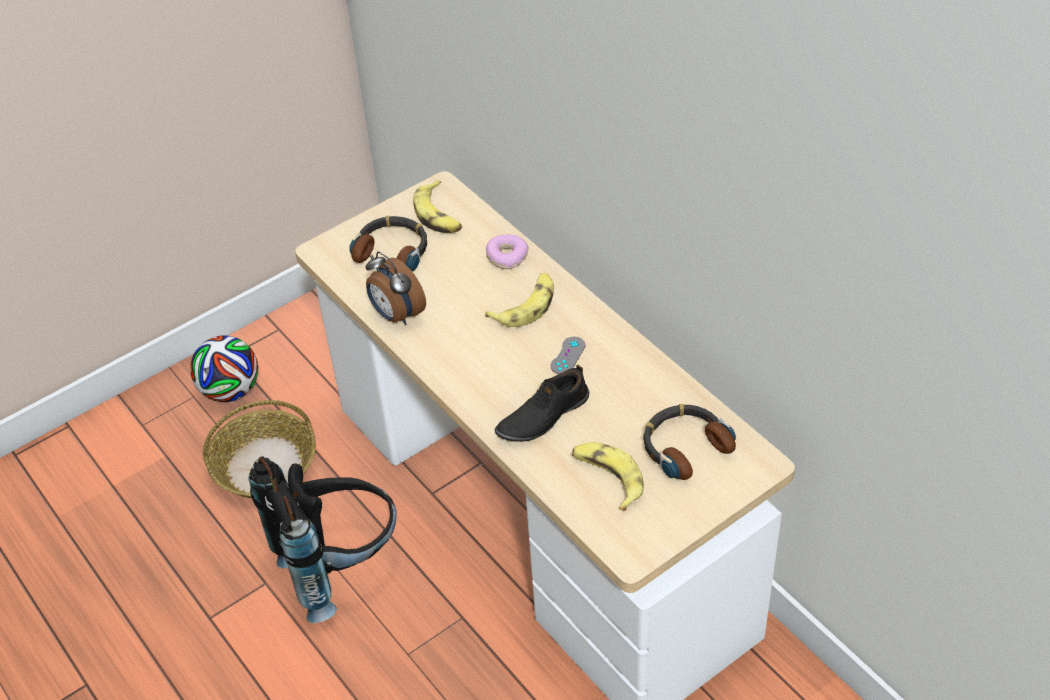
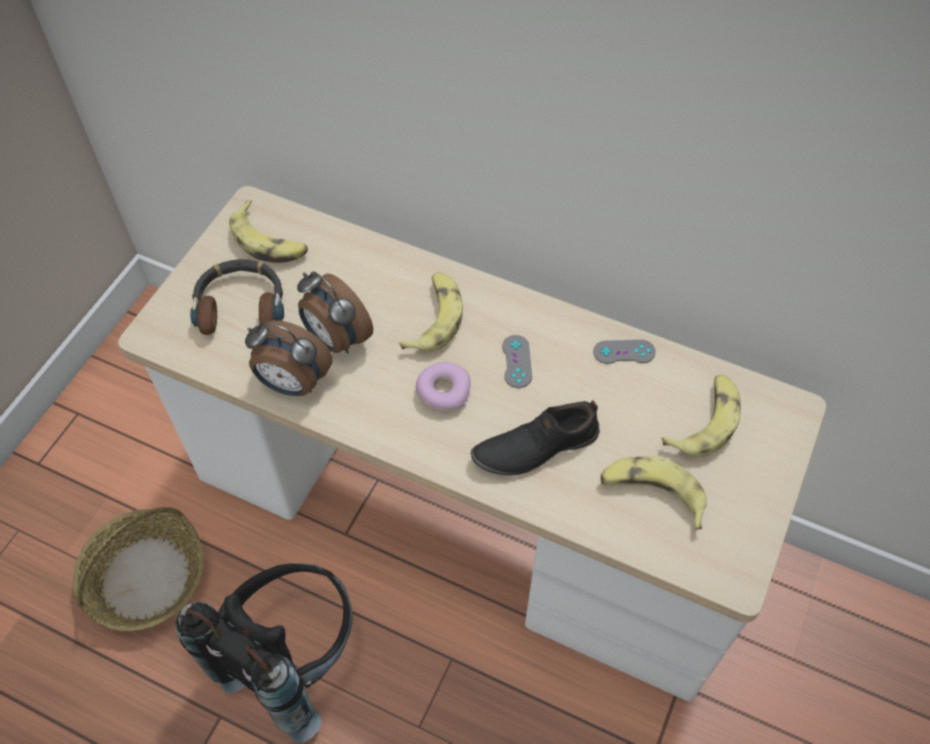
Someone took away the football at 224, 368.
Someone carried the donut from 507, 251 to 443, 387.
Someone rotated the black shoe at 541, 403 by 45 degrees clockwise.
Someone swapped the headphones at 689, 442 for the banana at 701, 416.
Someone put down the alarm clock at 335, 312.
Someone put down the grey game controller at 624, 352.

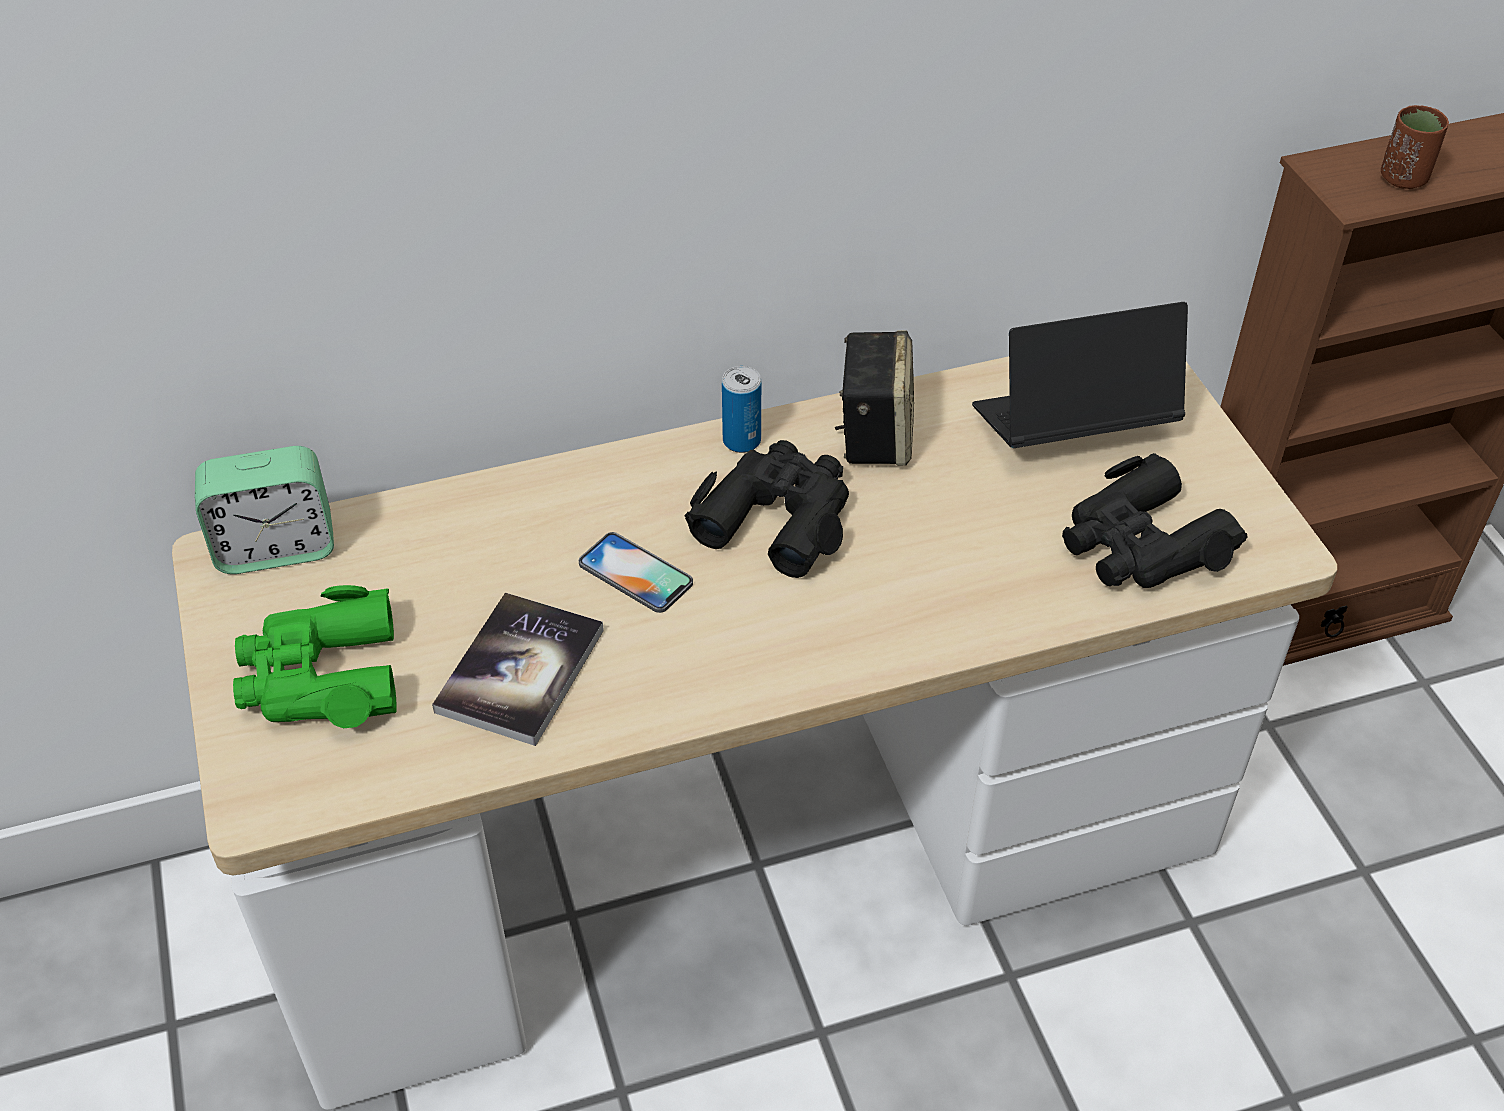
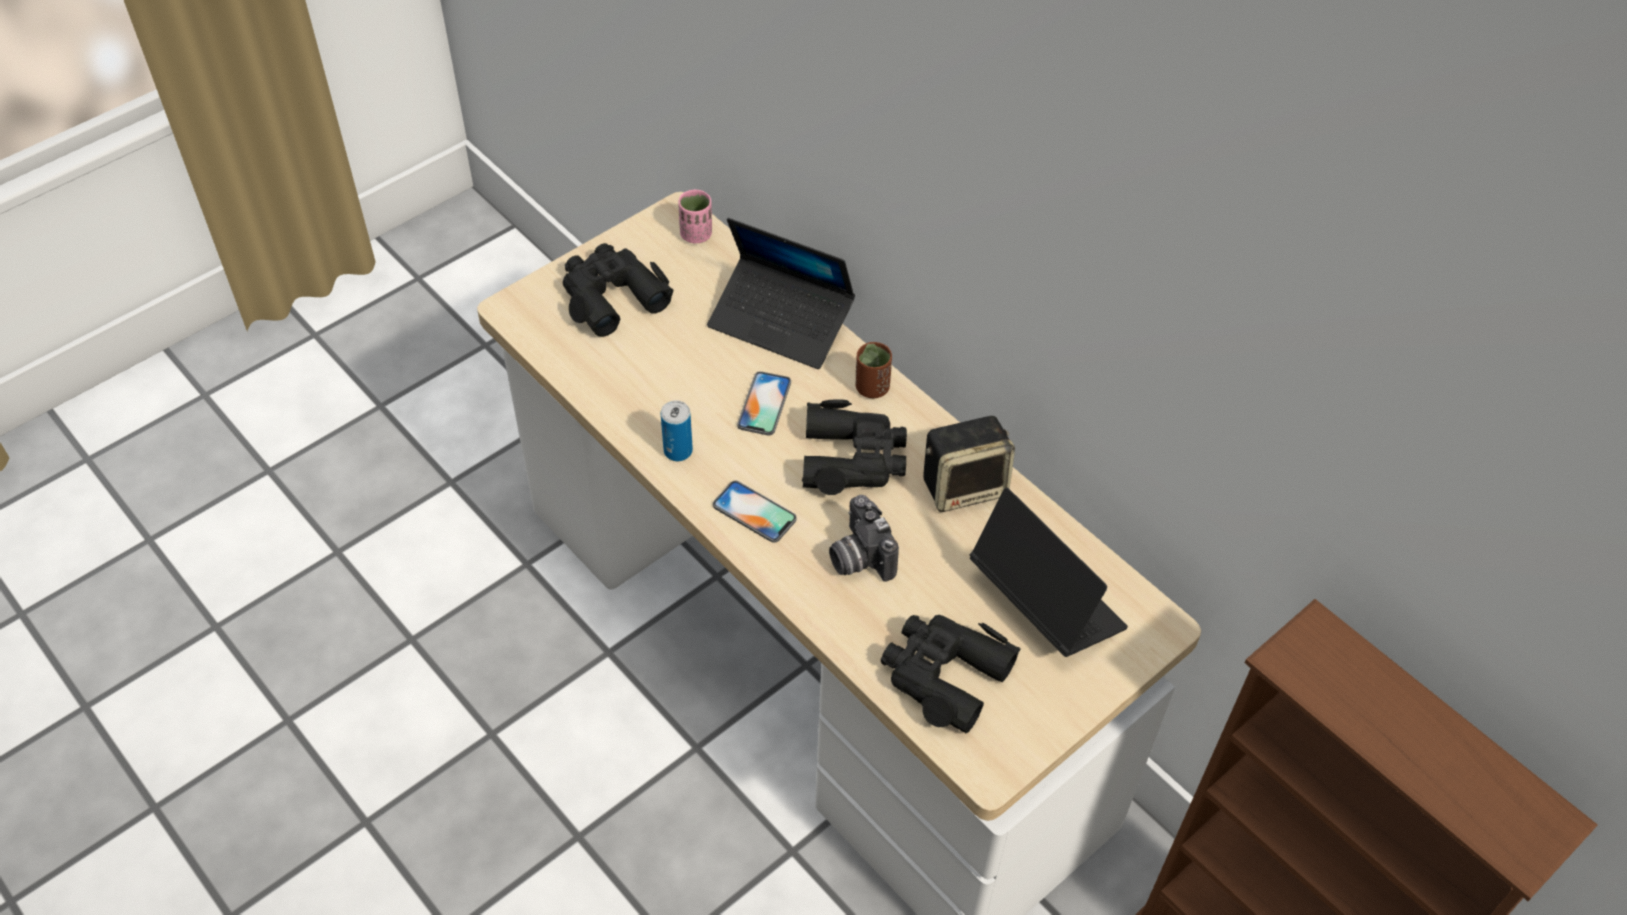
Someone swapped the alarm clock at 264, 510 for the pink cup at 695, 216.
Someone repainted the green binoculars at 315, 656, which became the black binoculars at 618, 290.
Someone took away the book at 518, 669.
Someone carried the can from 741, 409 to 677, 430.
Someone carried the brown cup from 1415, 147 to 874, 370.
Someone put down the laptop at 781, 293.
Someone put down the phone at 755, 511.
Someone put down the photo camera at 864, 538.

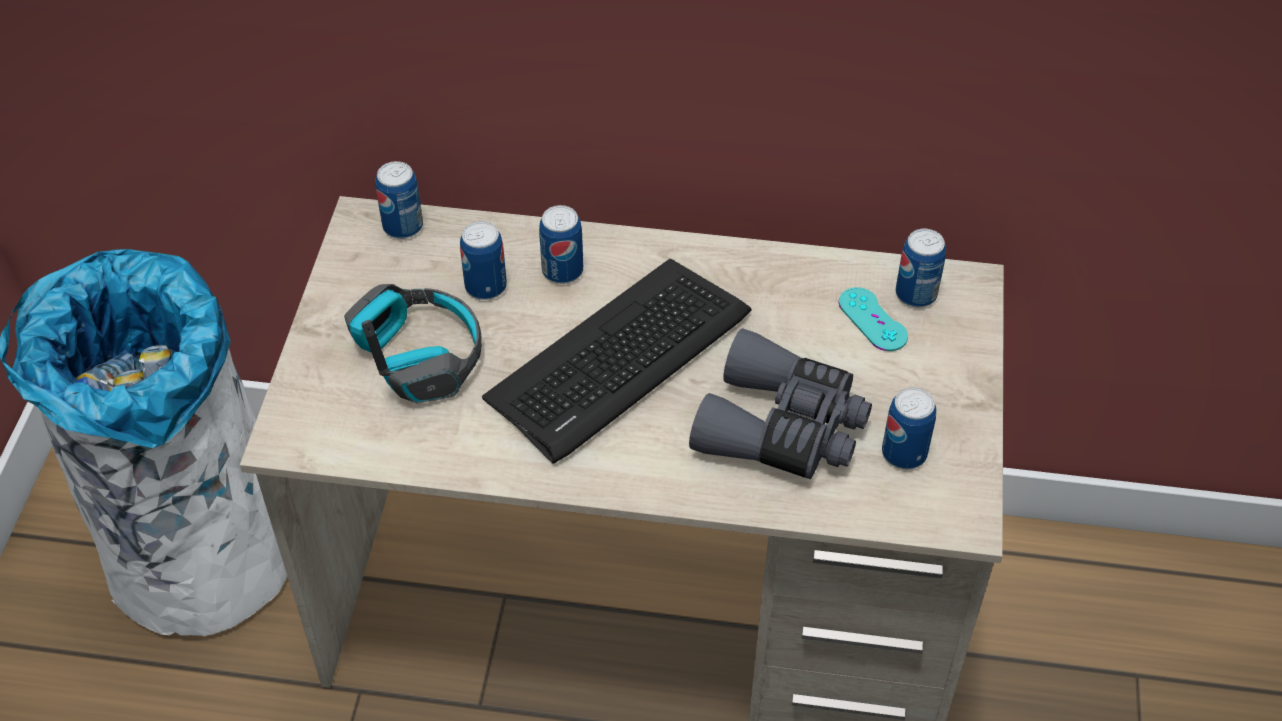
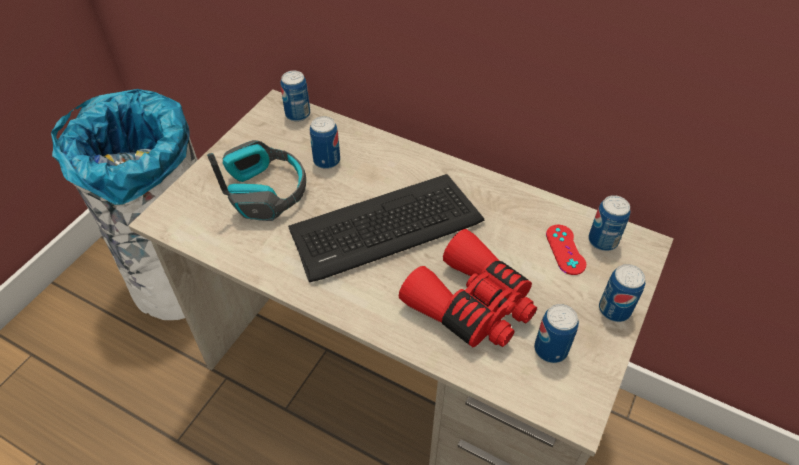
Someone carried the can from 561, 244 to 622, 293.
Someone repainted the grey binoculars at 780, 403, which became the red binoculars at 468, 288.
Someone repainted the turquoise game controller at 873, 319, which became the red game controller at 566, 250.

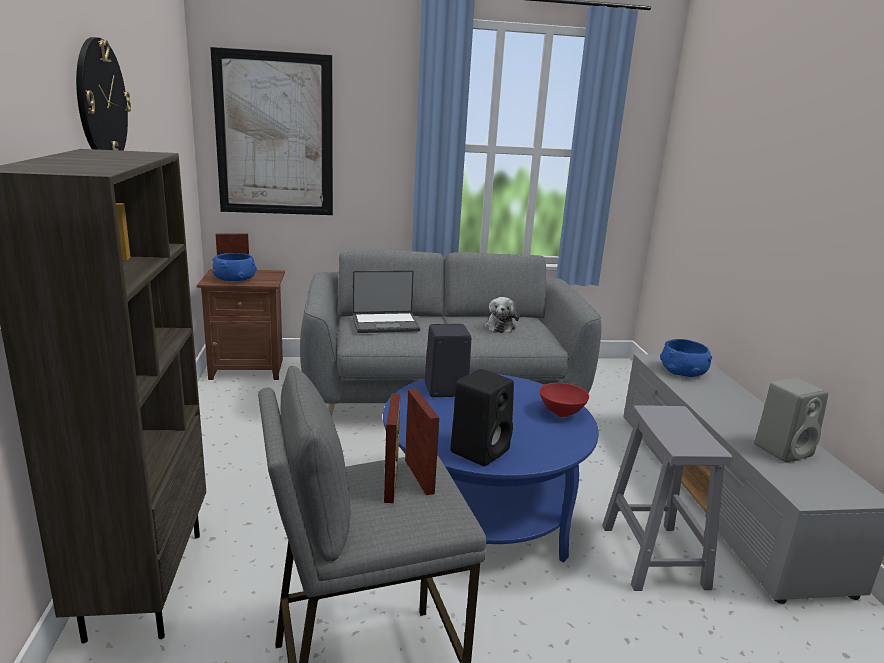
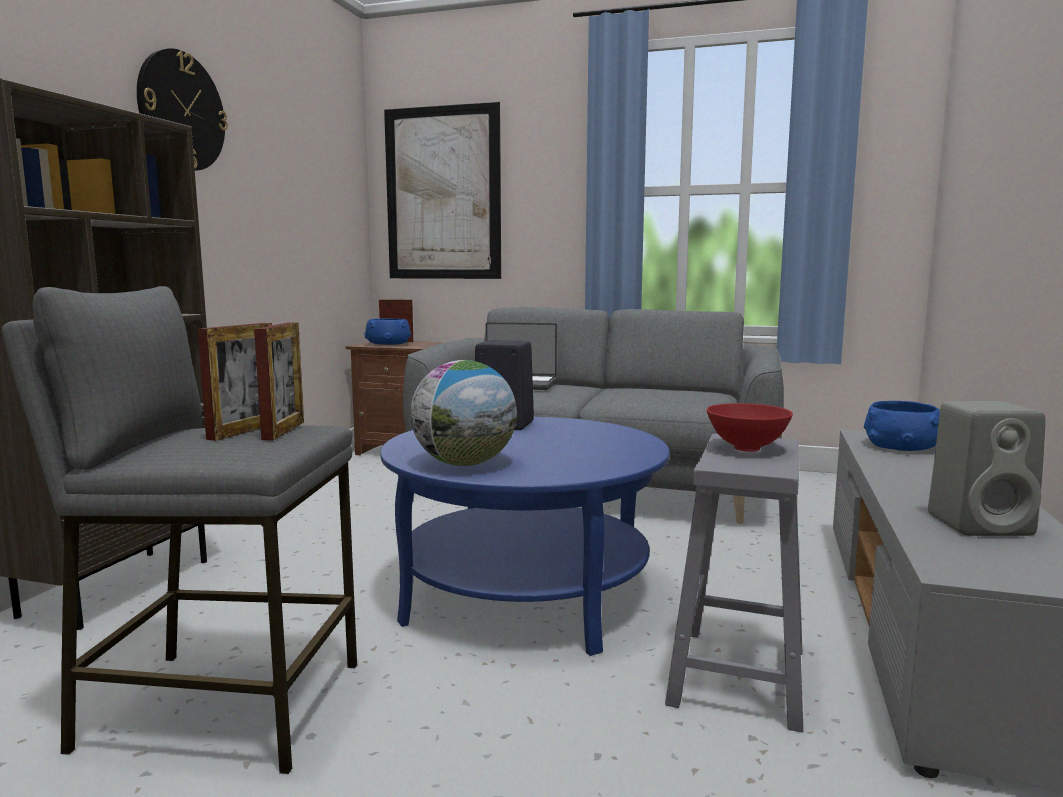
Someone swapped the black speaker at 482, 417 for the globe at 463, 413.
Someone took away the plush toy at 501, 315.
Someone carried the red bowl from 564, 400 to 750, 427.

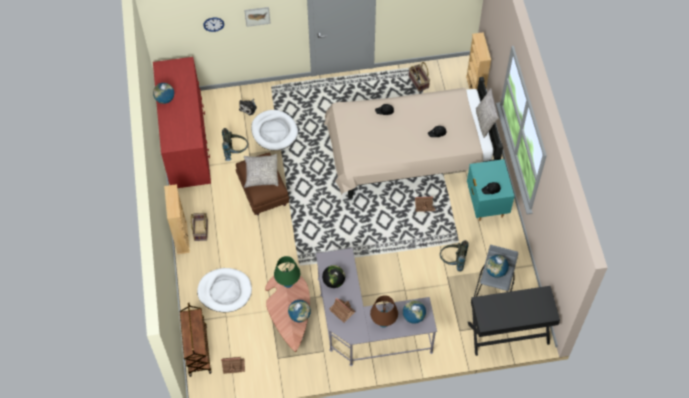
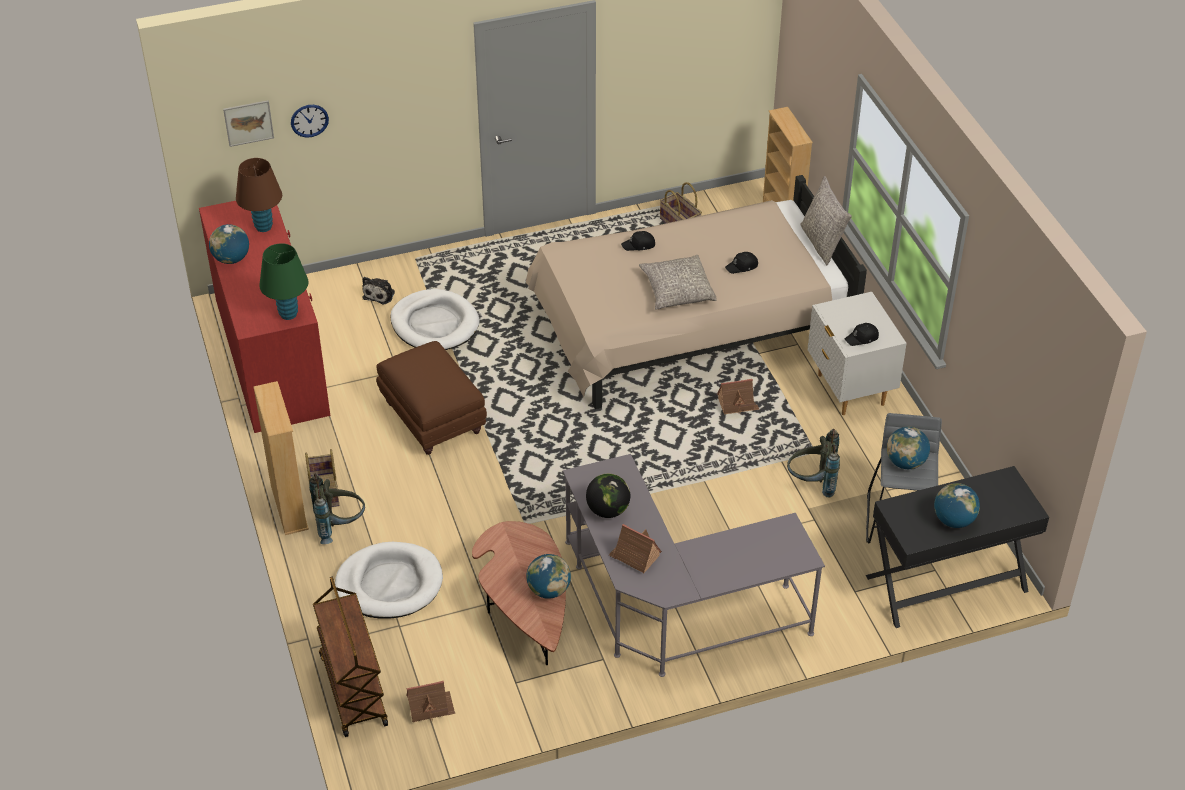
Someone carried the grey backpack from 235, 144 to 337, 508.
Someone carried the picture from 257, 17 to 248, 123.
Someone carried the grey pillow from 261, 171 to 678, 282.
Someone carried the green table lamp from 287, 272 to 284, 281.
Someone carried the brown table lamp from 384, 311 to 259, 195.
Someone carried the globe from 414, 312 to 957, 505.
Someone repainted the turquoise nightstand at 491, 190, which became the white nightstand at 857, 353.

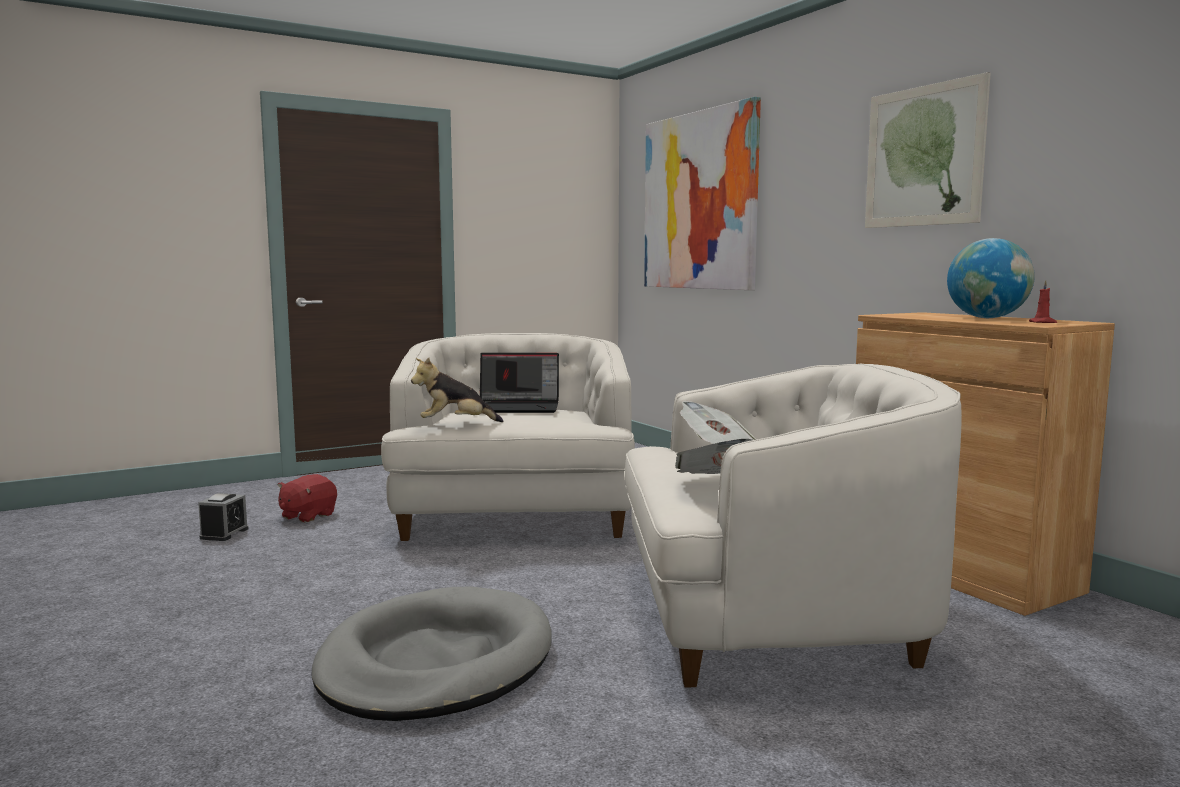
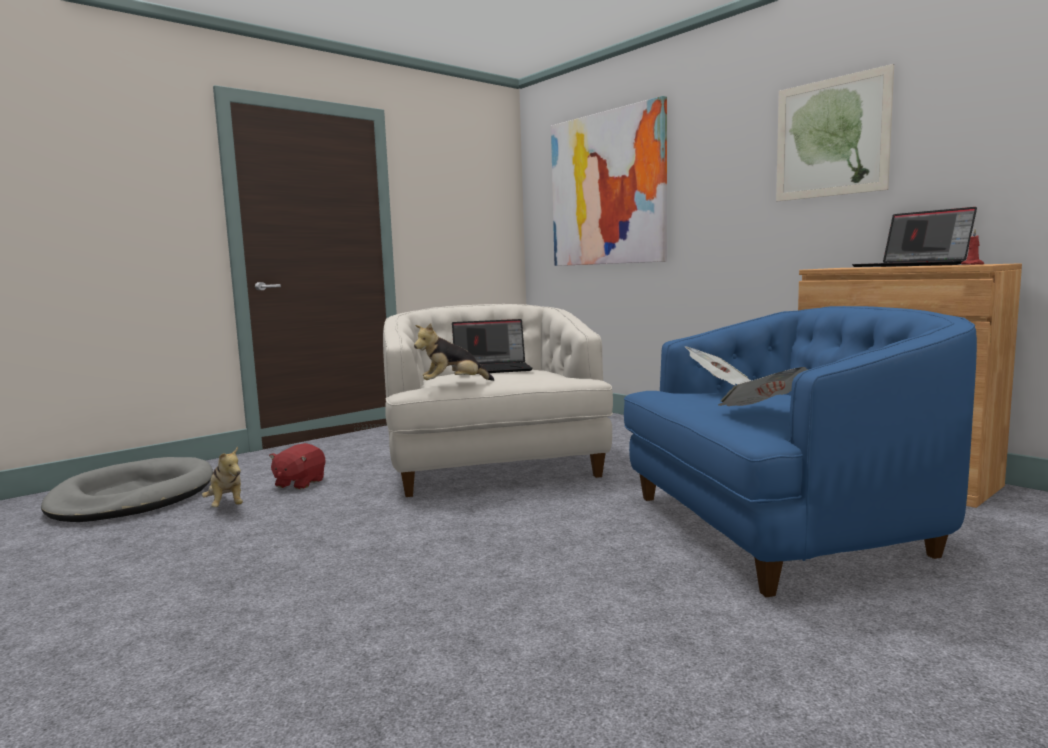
Someone swapped the alarm clock at 223, 517 for the plush toy at 222, 477.
Someone carried the grey dog bed from 431, 654 to 127, 489.
Someone repainted the white armchair at 793, 526, which became the blue armchair at 800, 451.
Someone swapped the globe at 991, 278 for the laptop at 914, 237.

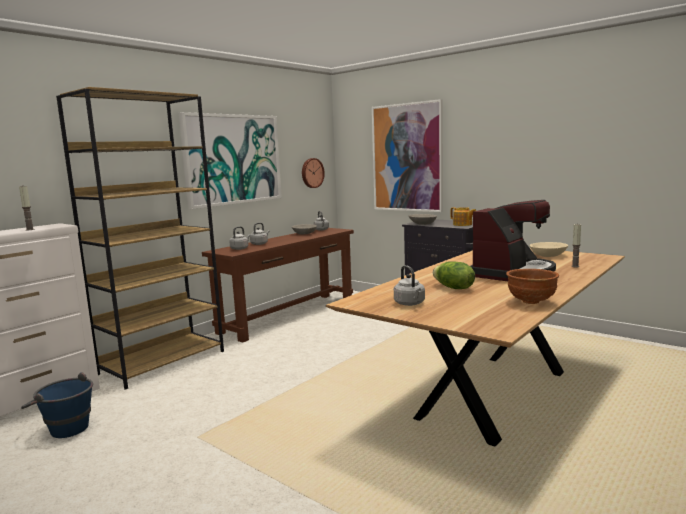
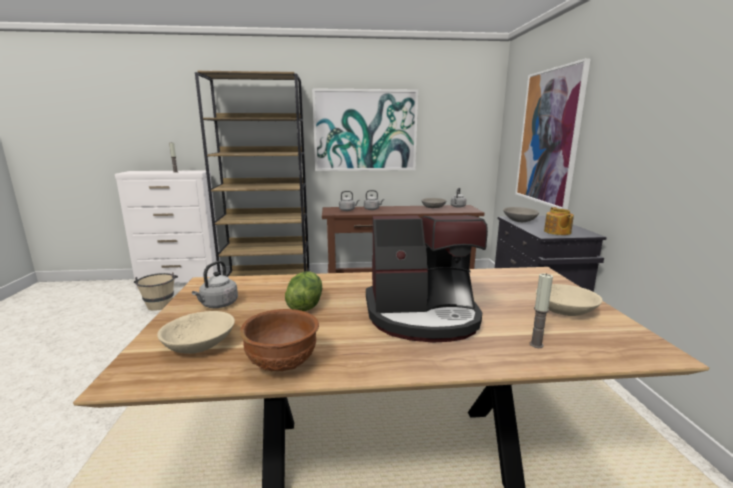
Someone repainted the blue bucket at 57, 405, which became the beige bucket at 156, 291.
Someone took away the wall clock at 313, 173.
Someone put down the beige bowl at 196, 332.

